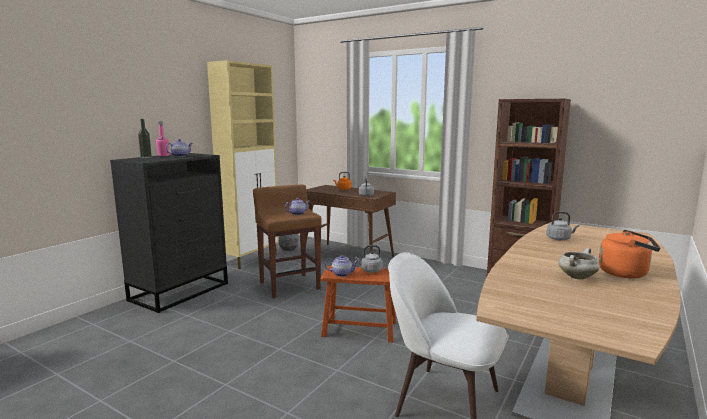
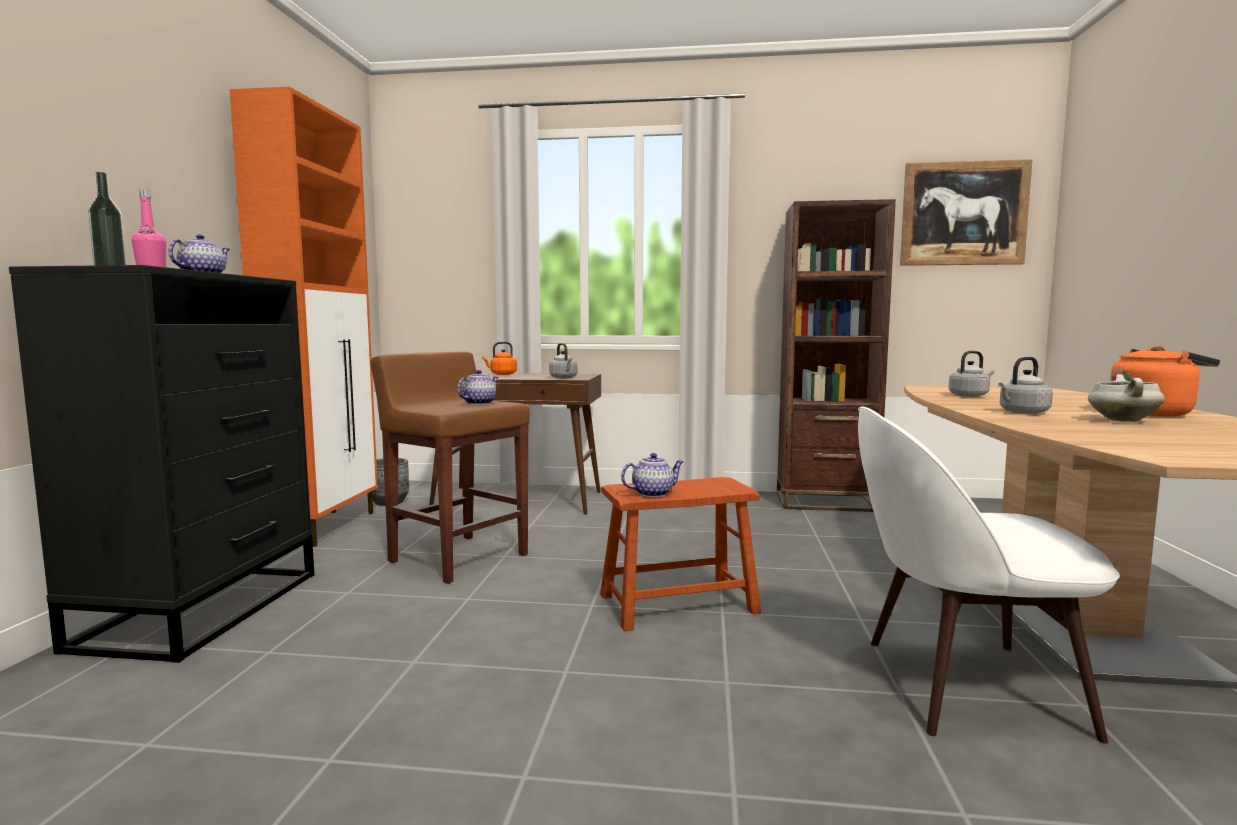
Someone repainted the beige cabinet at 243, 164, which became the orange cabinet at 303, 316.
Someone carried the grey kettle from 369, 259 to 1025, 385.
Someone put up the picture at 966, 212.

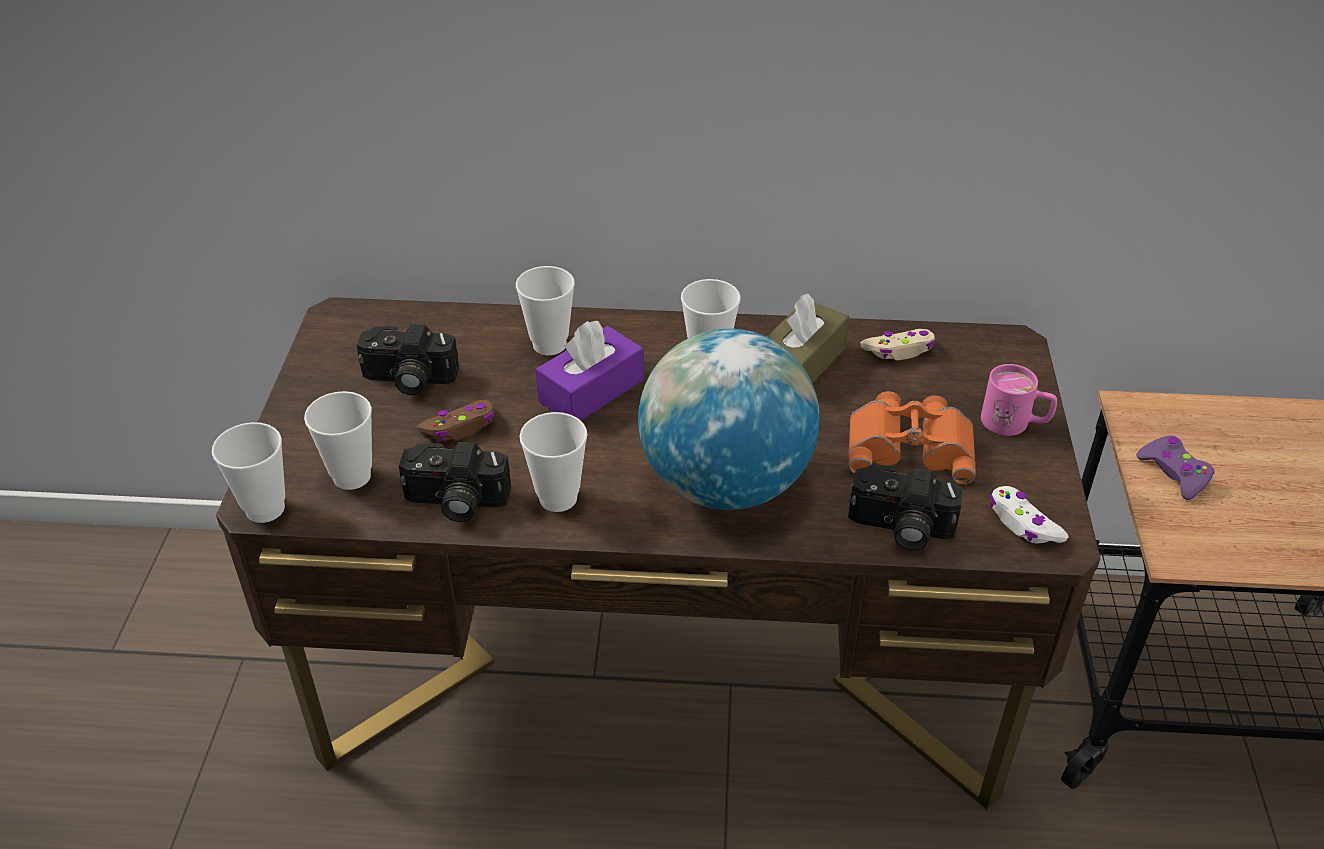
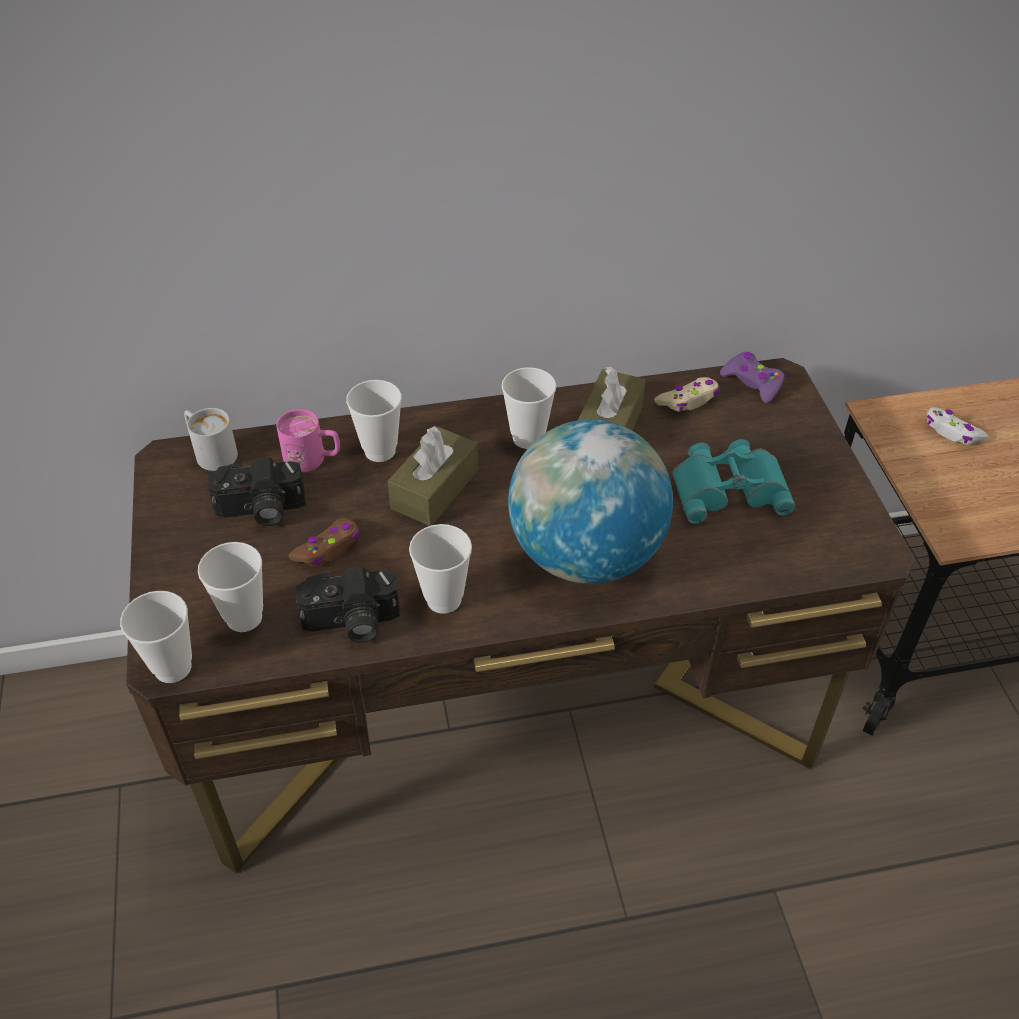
Someone repainted the purple tissue box at 589, 371, which became the brown tissue box at 433, 476.
Someone repainted the orange binoculars at 912, 438, which became the turquoise binoculars at 733, 481.
Someone took away the photo camera at 906, 508.
Someone carried the pink mug from 1019, 400 to 308, 440.
Someone carried the white game controller from 1029, 515 to 957, 425.
Someone carried the purple game controller from 1175, 467 to 752, 378.
Someone put down the white mug at 211, 439.

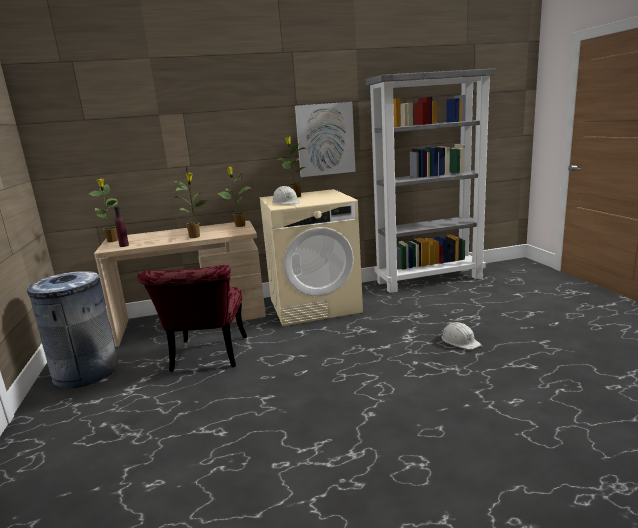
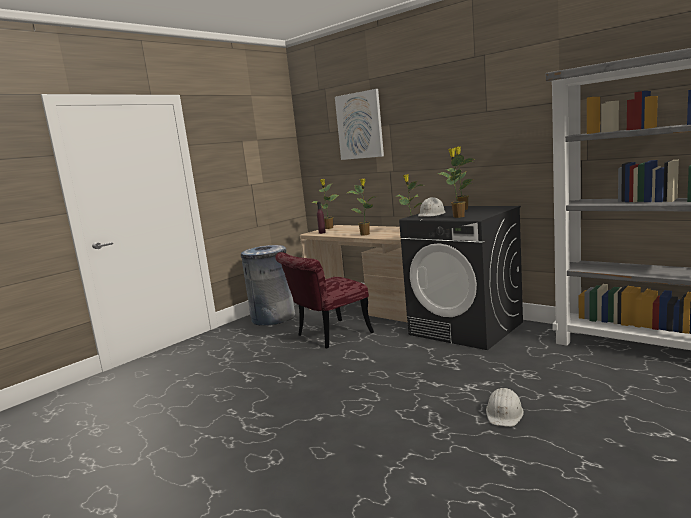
Someone repainted the beige washing machine at 311, 257, which became the black washing machine at 461, 278.
Someone carried the picture from 325, 139 to 359, 124.
Someone put down the potted plant at 455, 183.

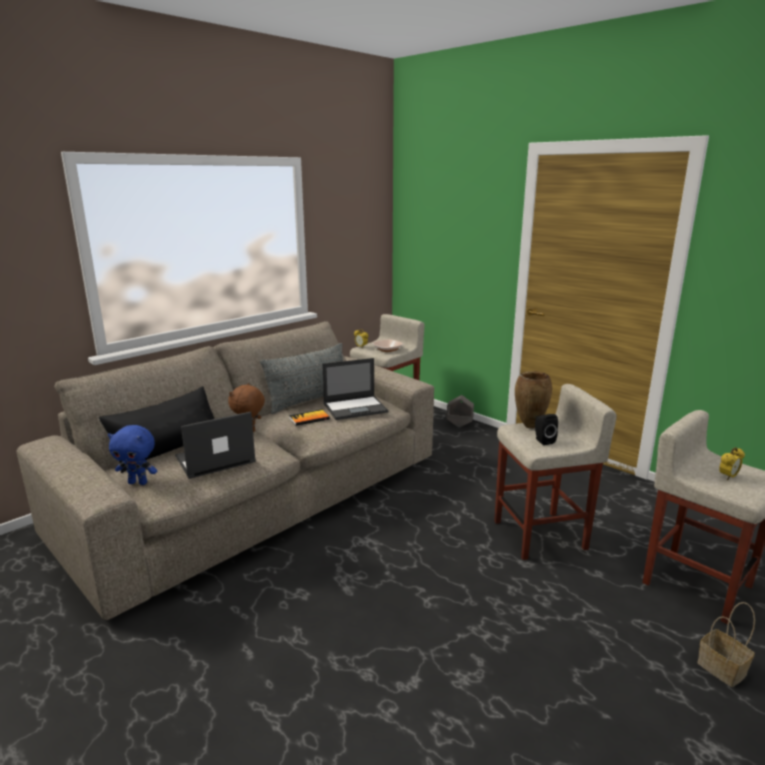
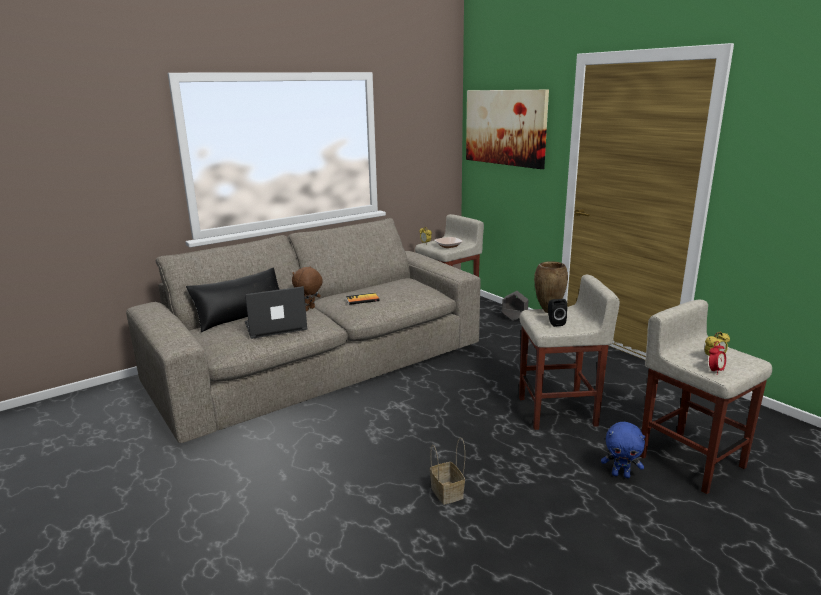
Someone carried the blue plush toy from 132, 455 to 623, 450.
Someone took away the grey pillow at 301, 378.
Someone took away the laptop at 355, 389.
Someone carried the basket from 726, 644 to 447, 471.
Someone put up the picture at 507, 129.
Someone put down the alarm clock at 717, 358.

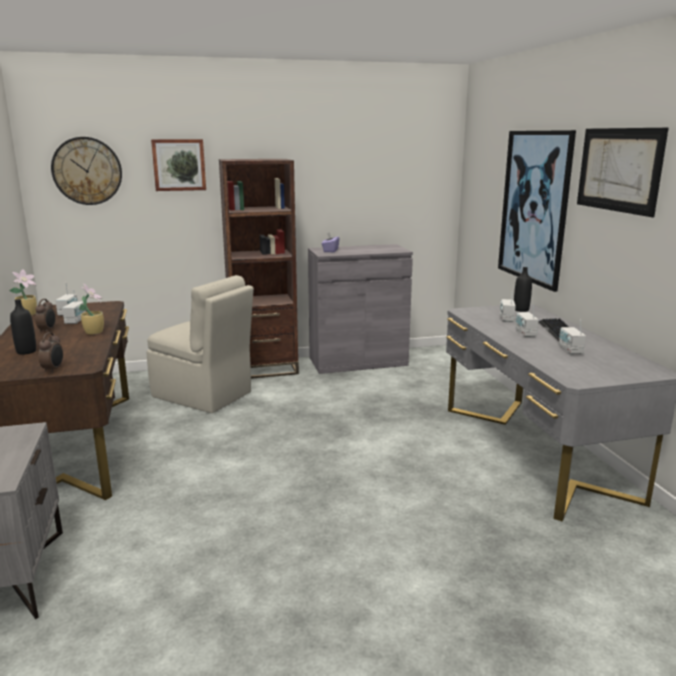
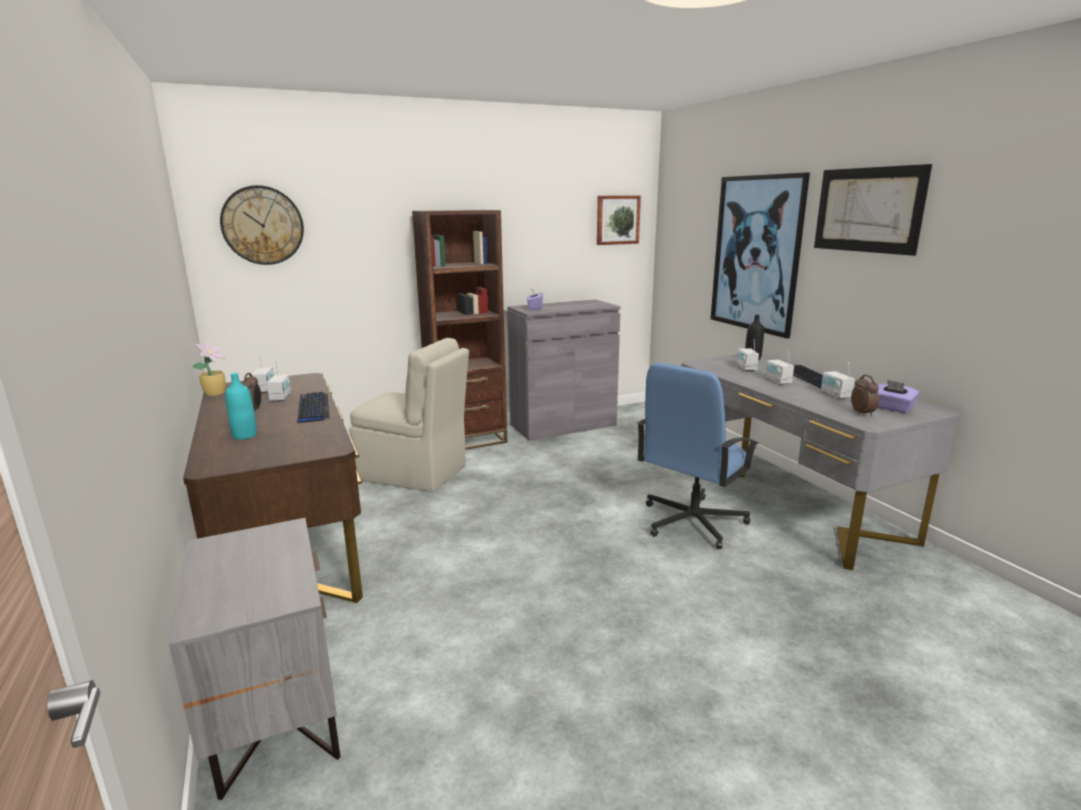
Someone repainted the black bottle at 23, 327, which became the turquoise bottle at 241, 406.
Someone carried the alarm clock from 50, 352 to 865, 396.
Someone swapped the potted plant at 91, 309 for the keyboard at 313, 407.
Someone carried the picture from 178, 165 to 619, 220.
Someone put down the blue office chair at 698, 455.
Someone put down the purple tissue box at 898, 396.

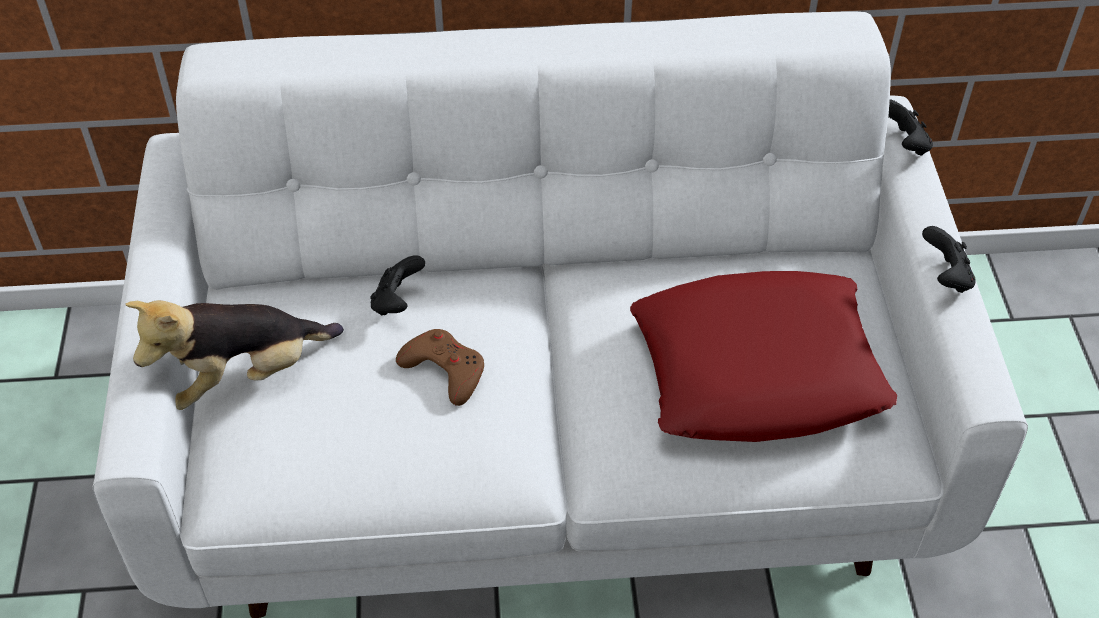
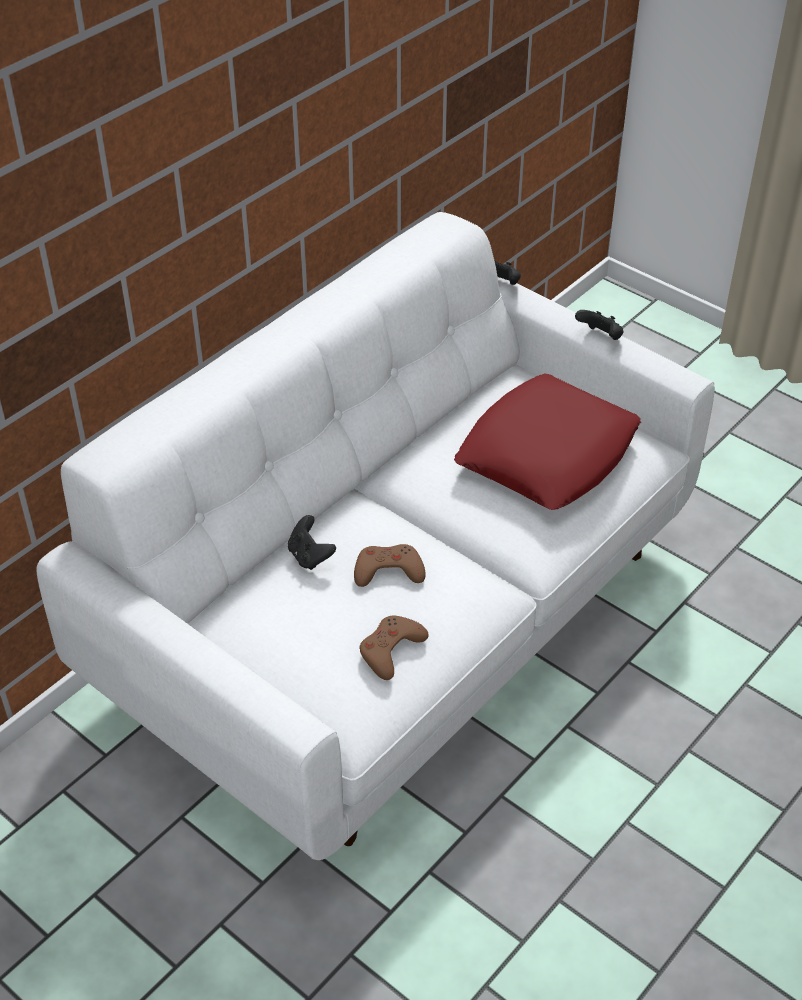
Someone took away the plush toy at 235, 355.
Someone put down the brown game controller at 394, 647.

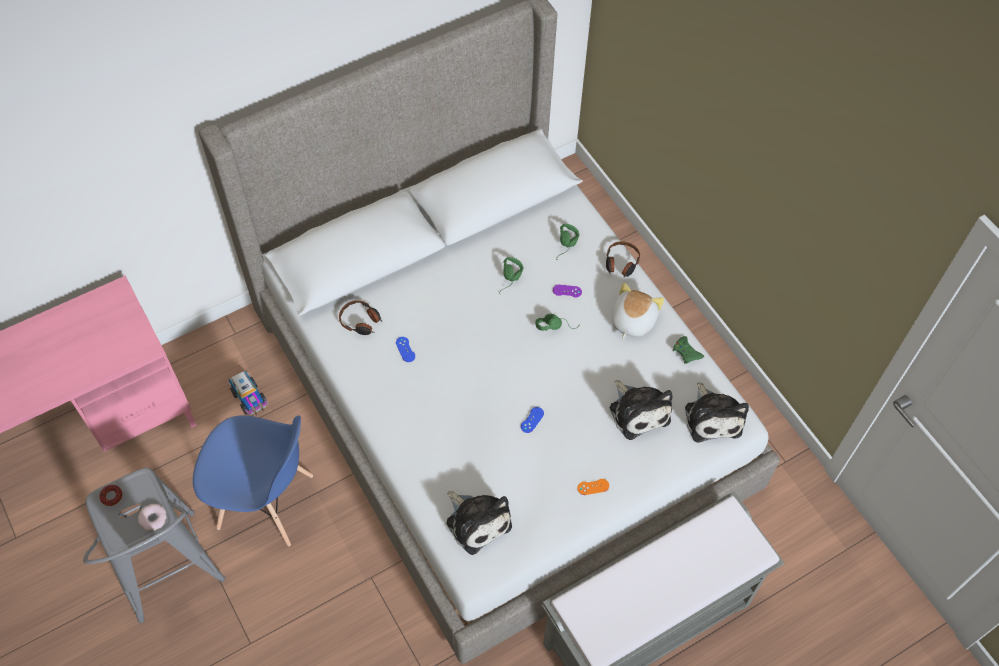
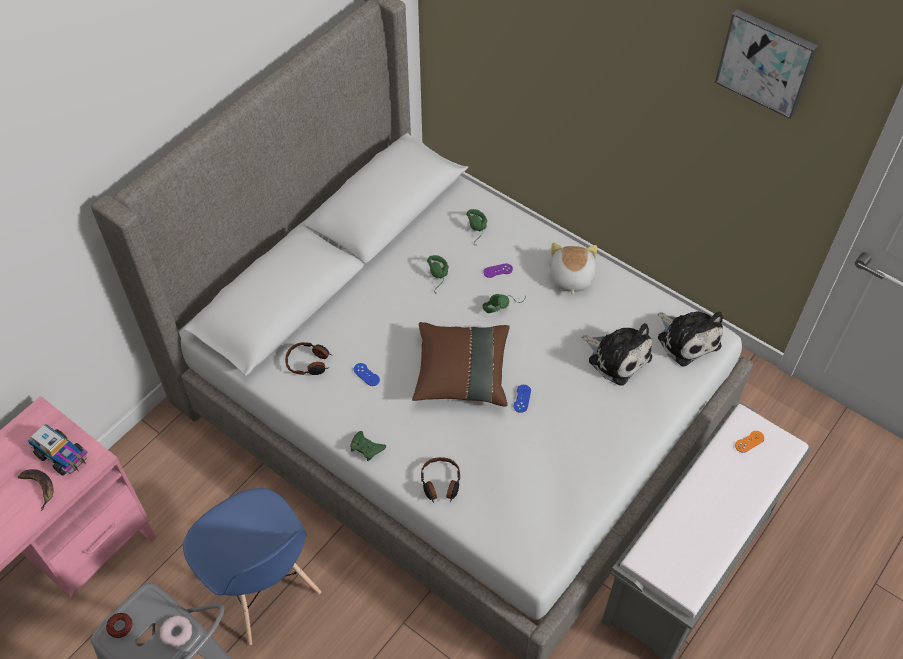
Someone rotated the blue chair at 253, 480 by 60 degrees clockwise.
Someone carried the toy truck from 248, 393 to 58, 450.
Someone took away the plush toy at 479, 523.
Someone carried the orange game controller from 593, 487 to 749, 442.
Someone carried the headphones from 623, 259 to 440, 480.
Someone carried the green game controller from 688, 350 to 368, 446.
Someone put down the banana at 35, 490.
Someone put down the brown pillow at 461, 364.
Someone put up the picture at 766, 64.

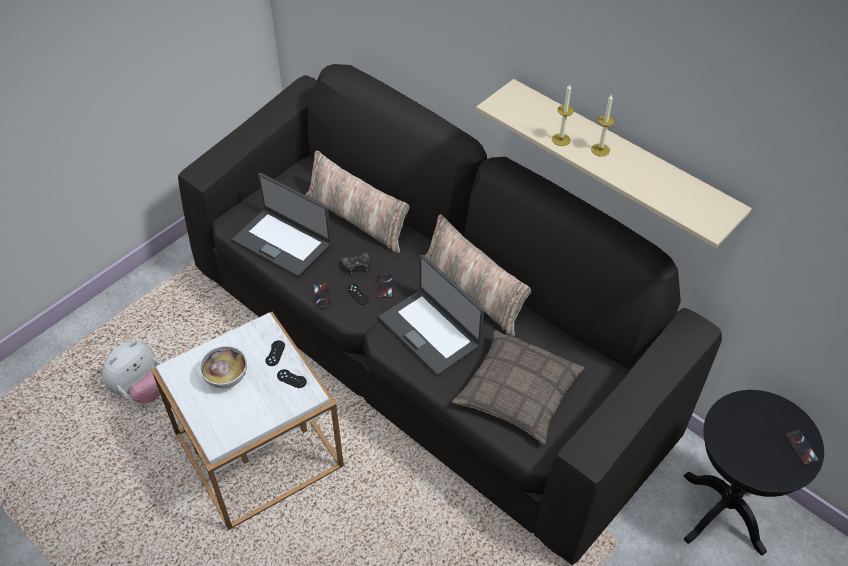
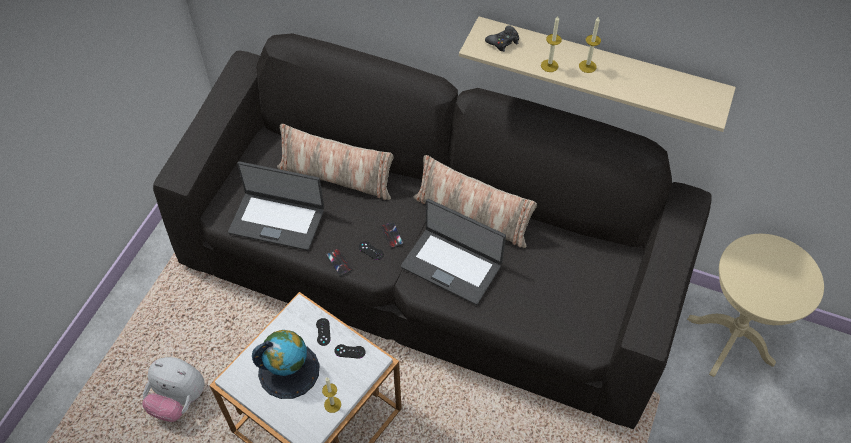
Someone rotated the plush toy at 132, 372 by 90 degrees clockwise.
Someone swapped the bowl at 223, 367 for the globe at 285, 364.
Someone carried the black game controller from 355, 264 to 502, 38.
Someone took away the pillow at 518, 387.
Someone repainted the black side table at 753, 473, which became the beige side table at 755, 305.
Someone took away the phone at 802, 447.
Someone put down the candle at 331, 395.

